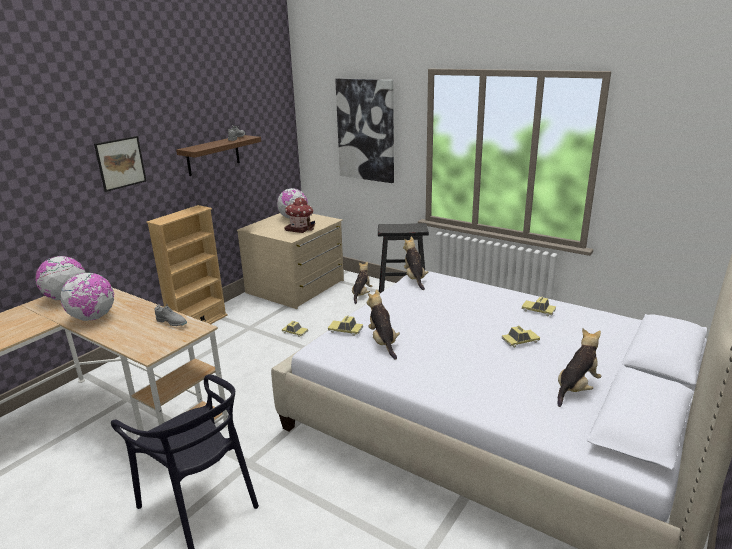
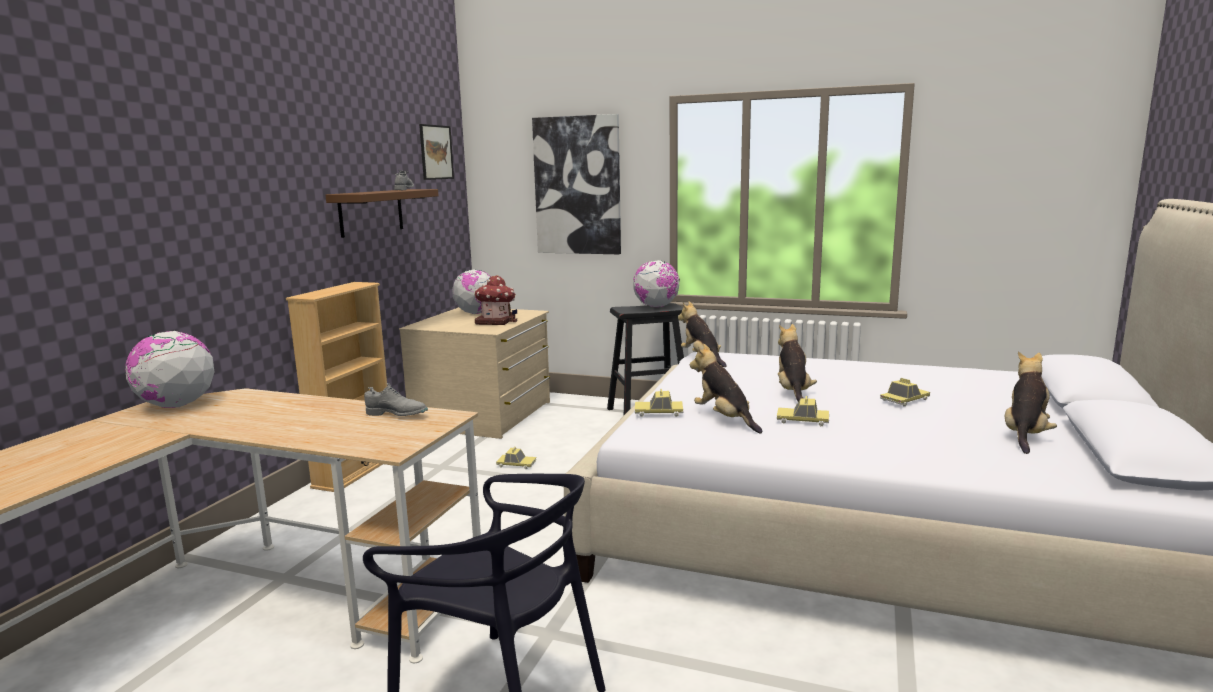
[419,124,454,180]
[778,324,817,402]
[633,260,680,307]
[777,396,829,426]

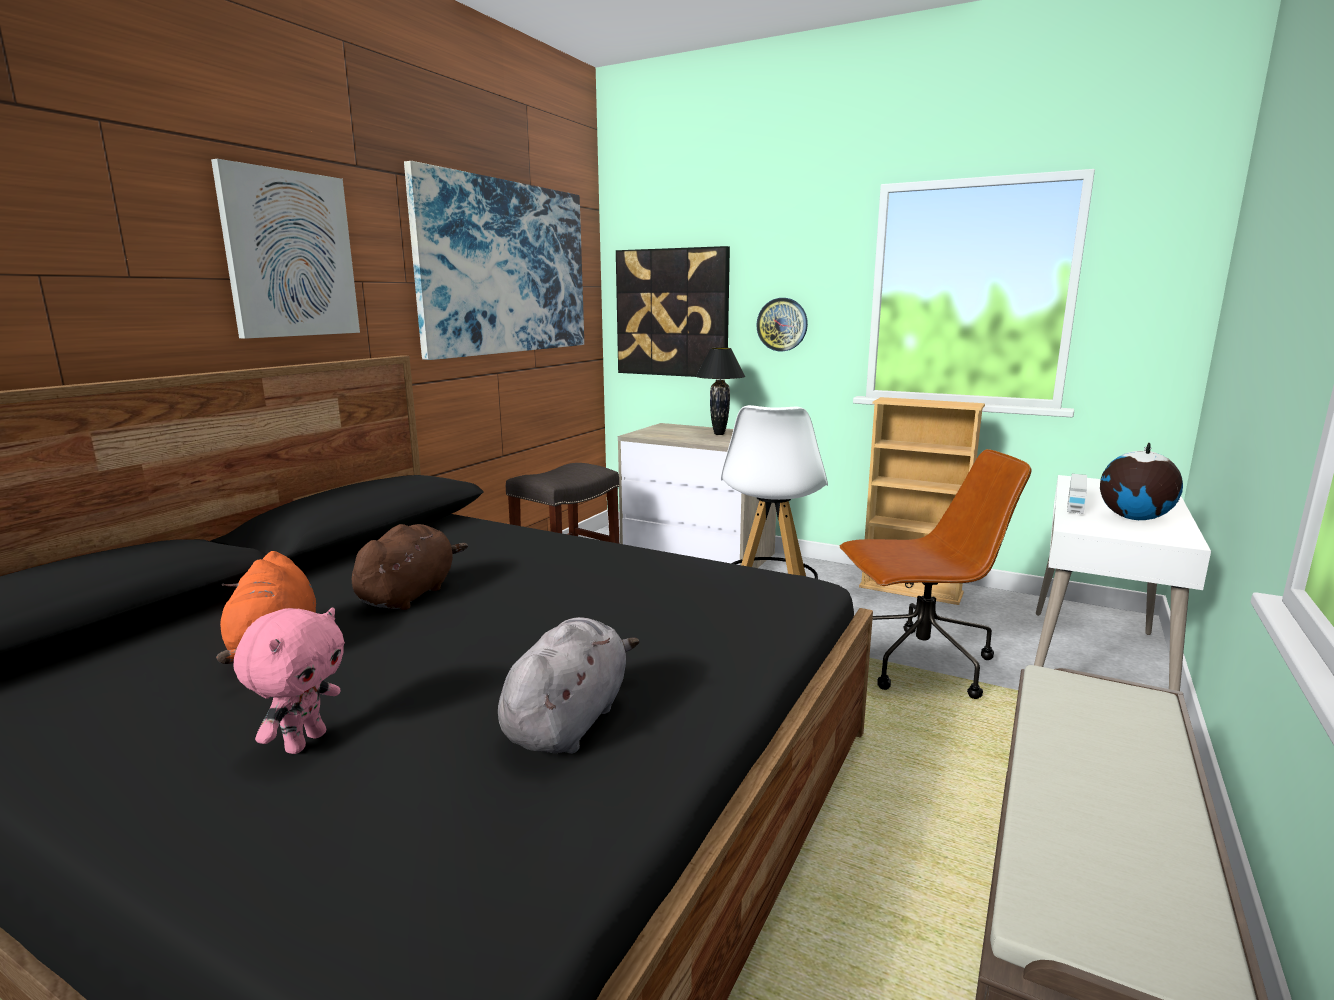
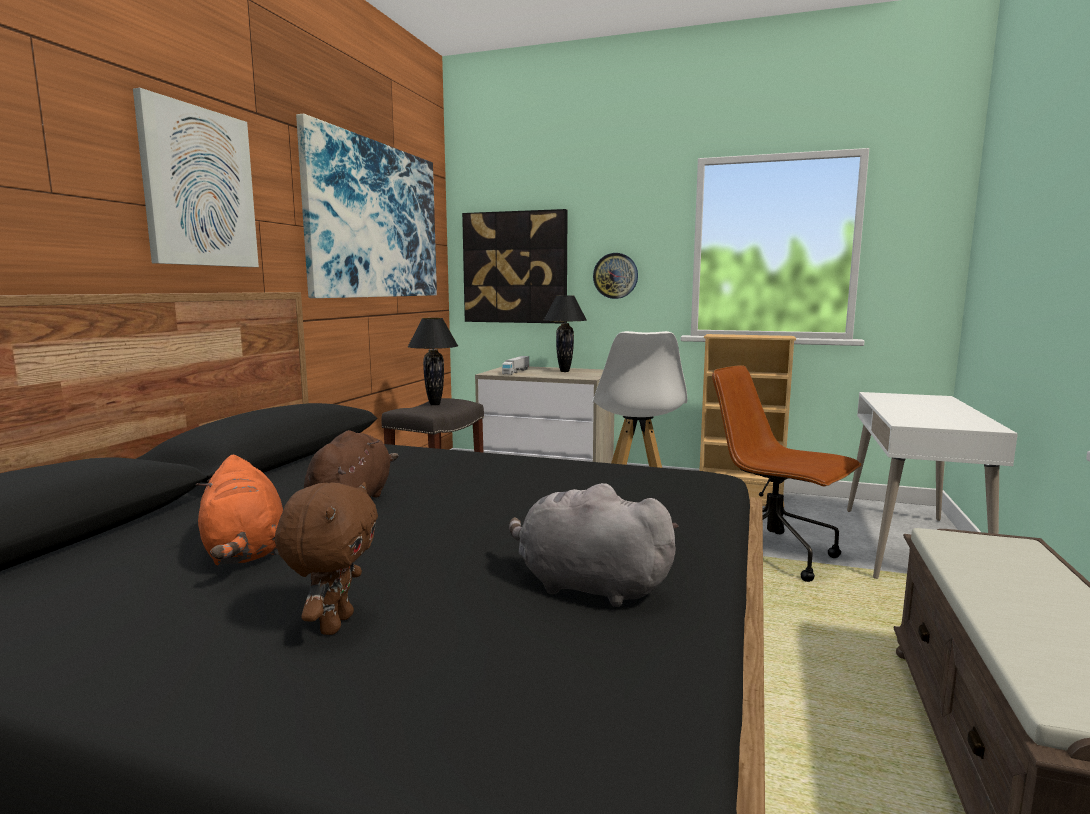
[1100,442,1183,520] (first image)
[712,365,862,582]
[502,356,529,375]
[275,482,378,635]
[509,483,679,607]
[408,318,458,405]

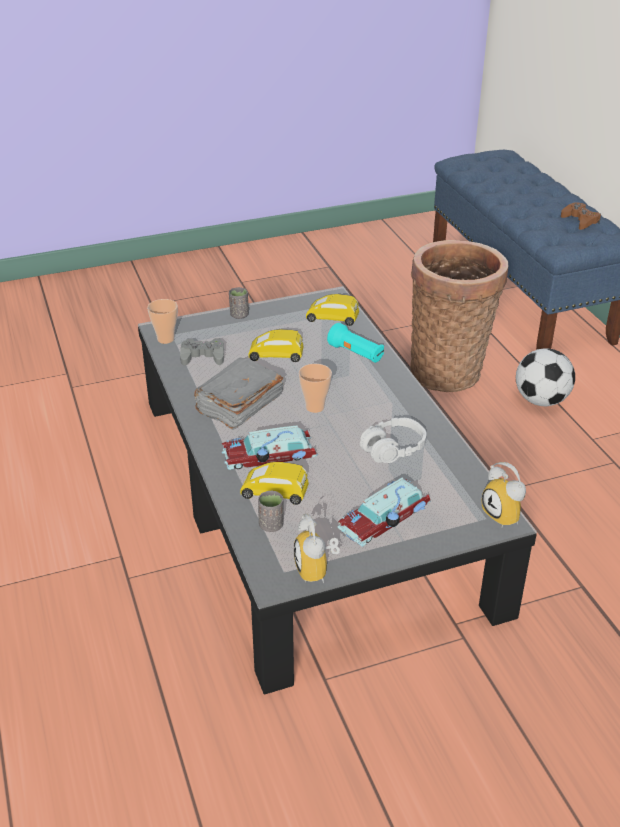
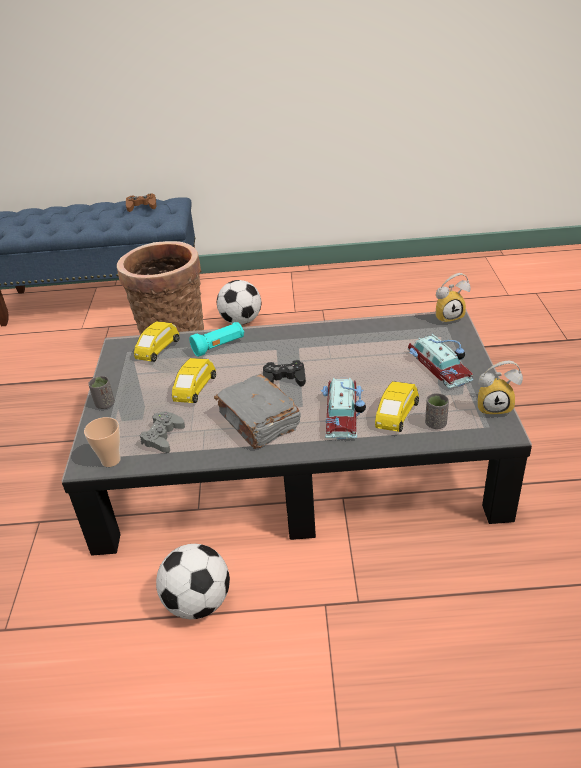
[263,360,306,387]
[360,418,427,463] (first image)
[156,544,230,619]

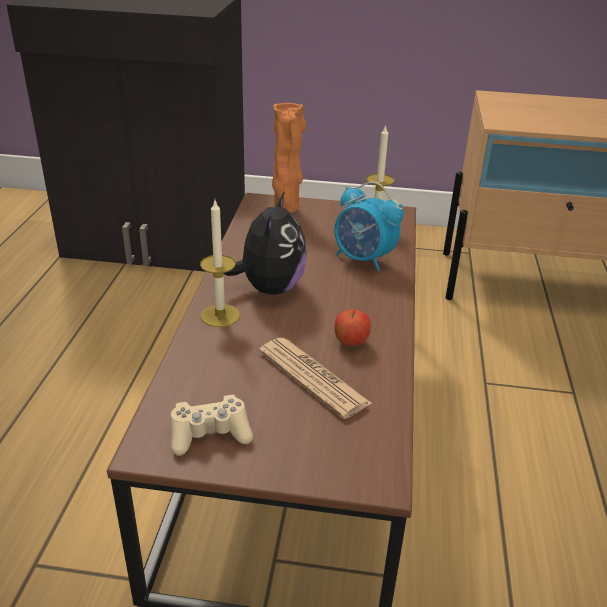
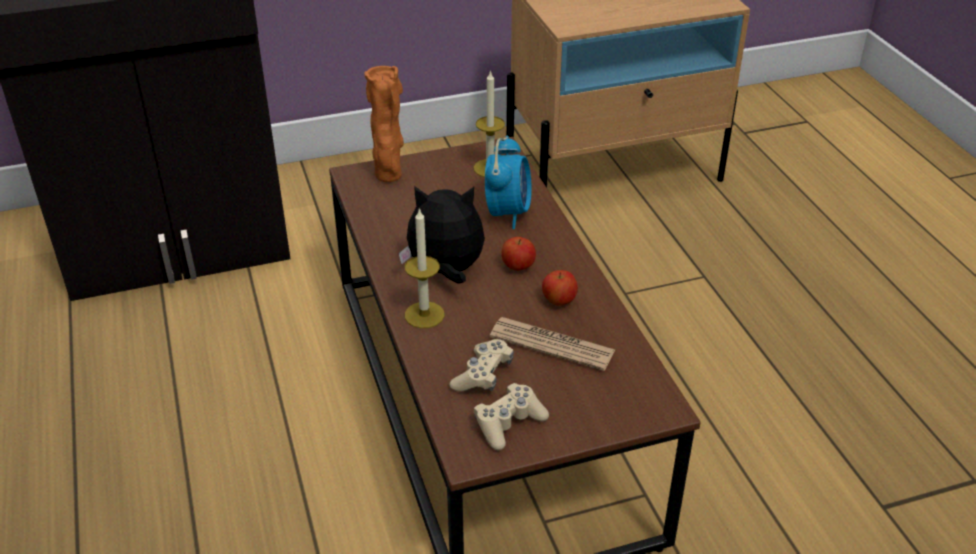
[485,136,532,229]
[398,186,485,284]
[501,237,536,271]
[450,339,514,391]

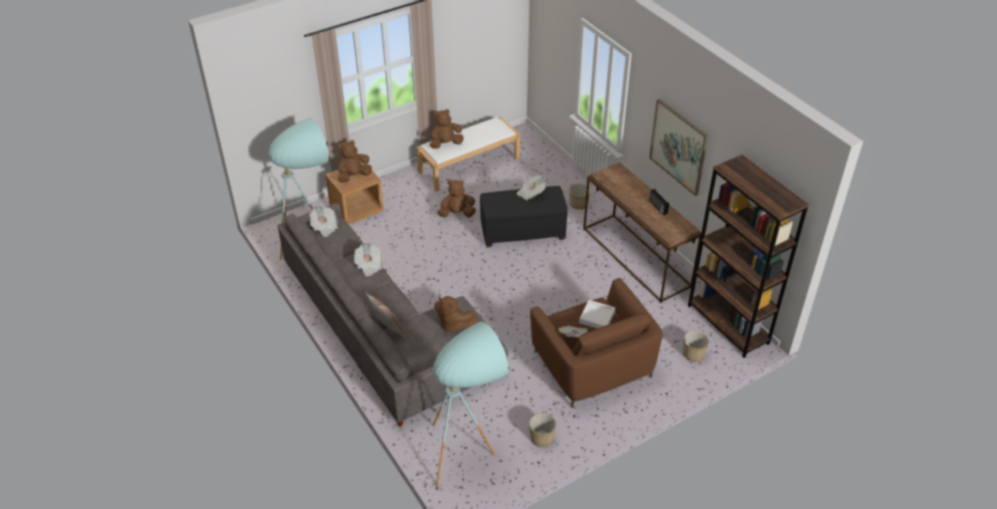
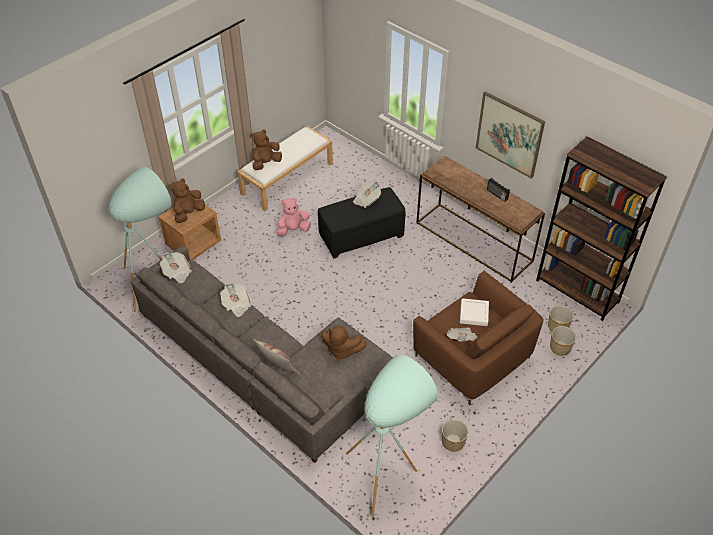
[276,198,311,236]
[550,326,576,355]

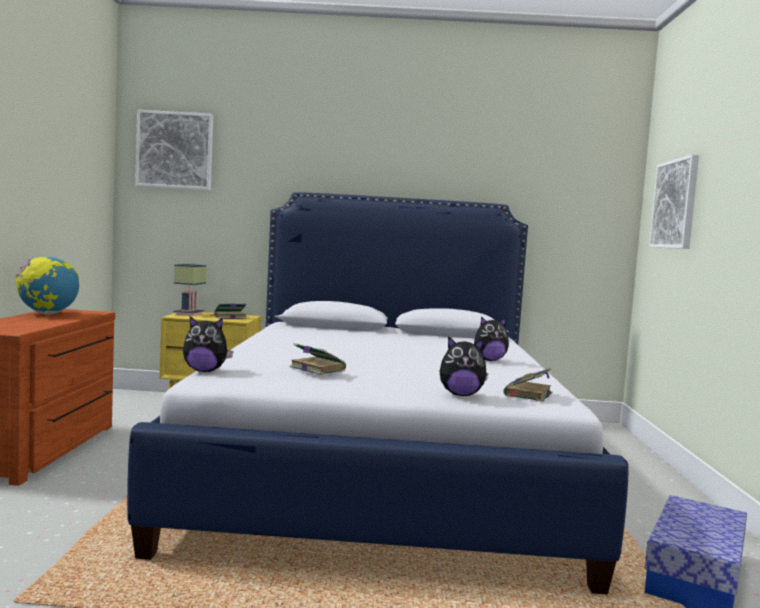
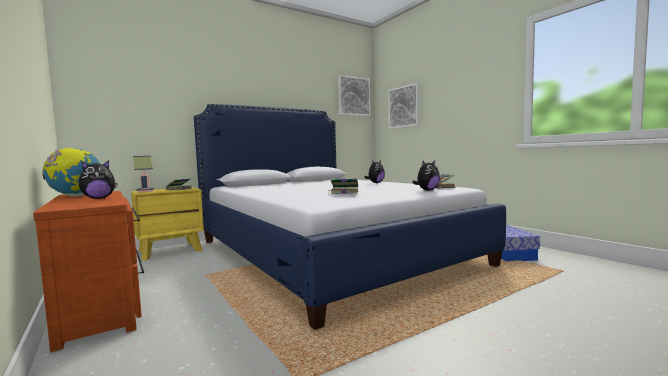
[338,75,371,116]
[79,160,118,199]

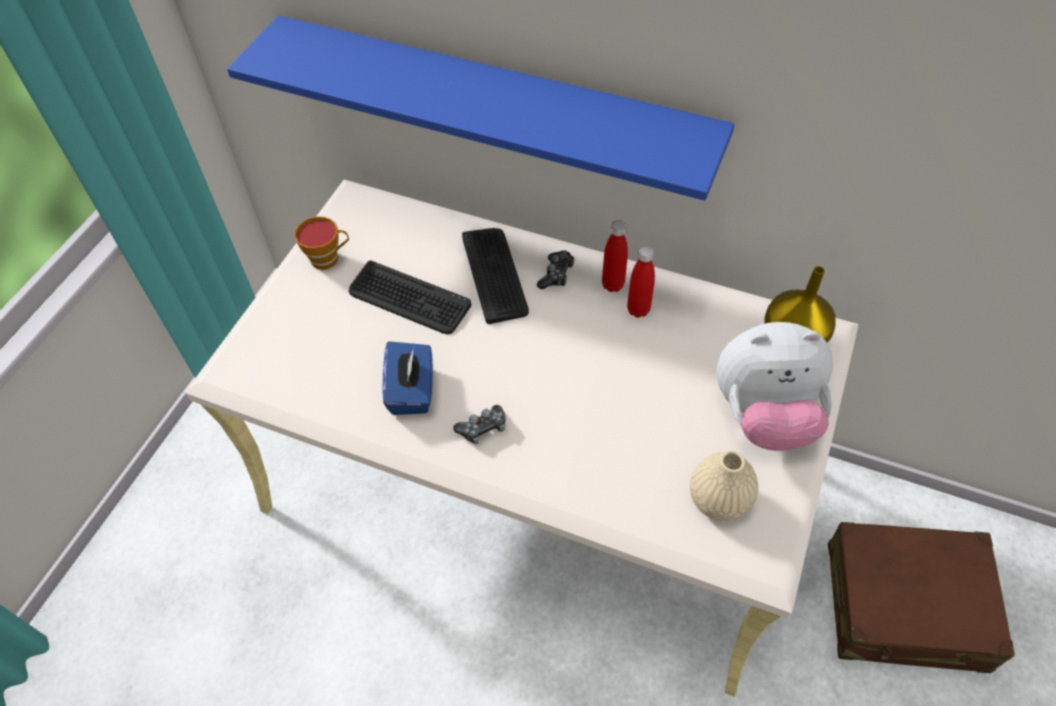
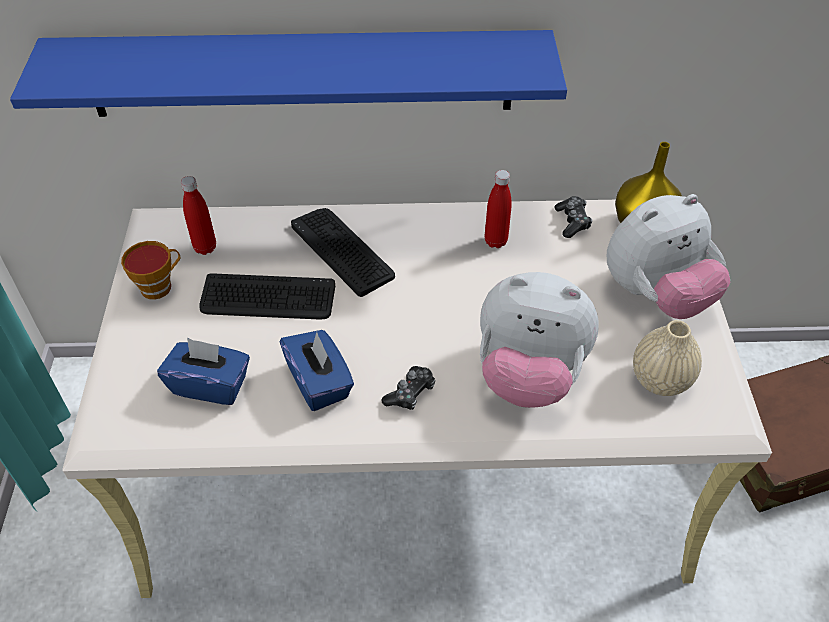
[181,176,216,255]
[555,196,592,238]
[480,272,599,408]
[157,338,250,405]

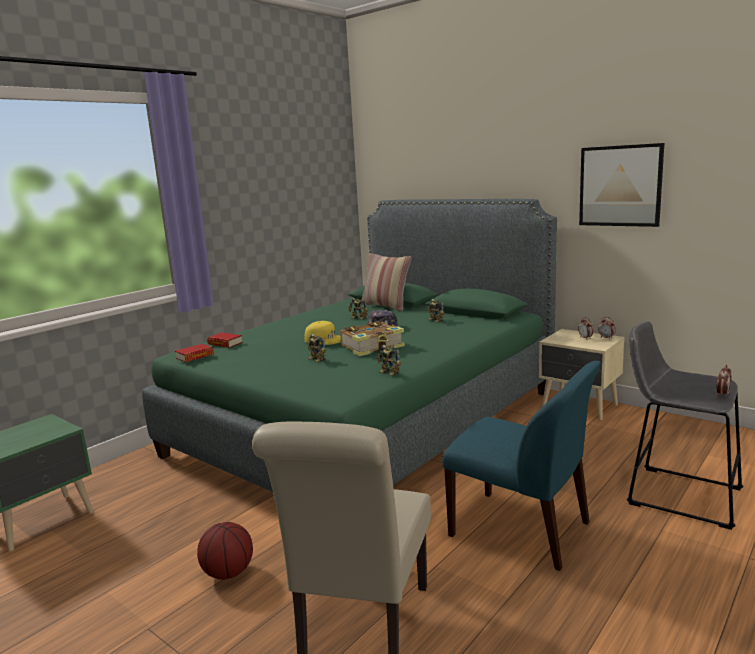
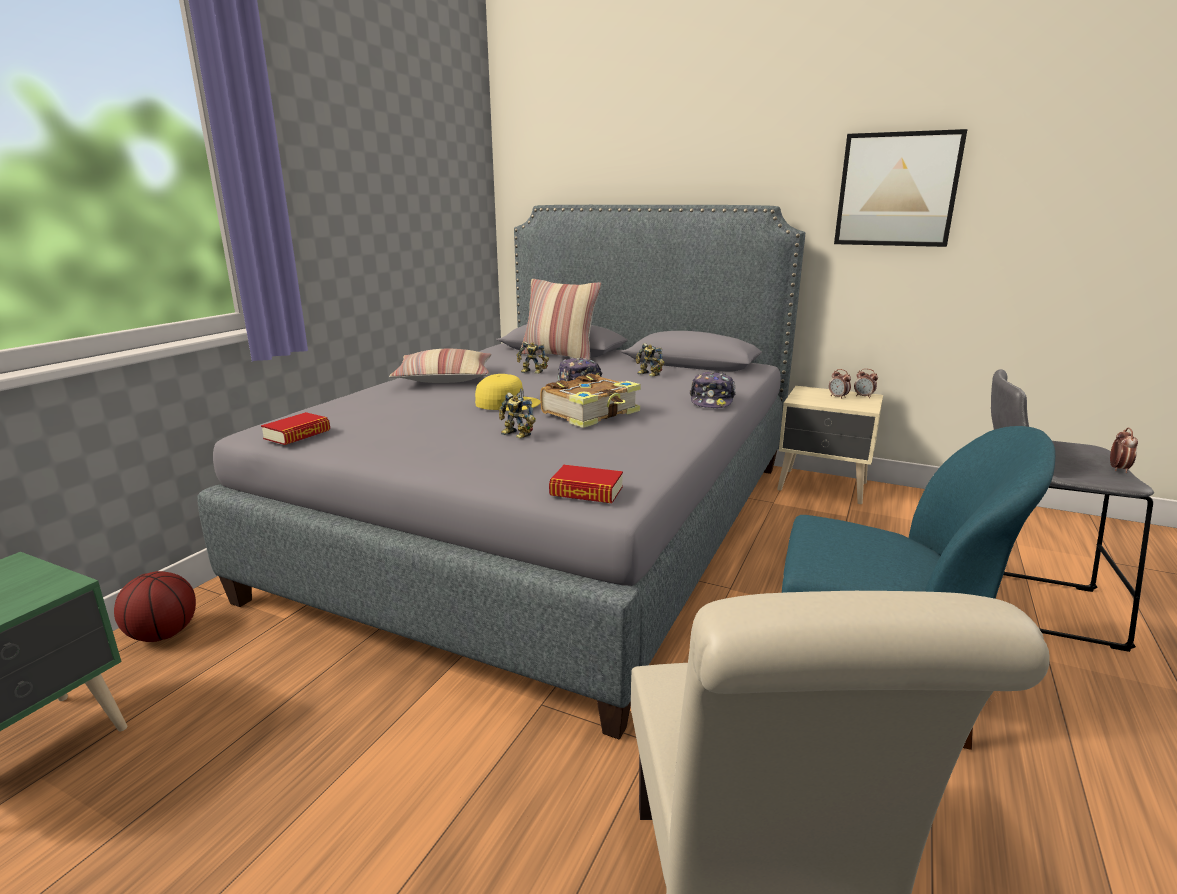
[197,205,805,740]
[549,465,623,503]
[377,345,401,376] (first image)
[114,571,196,642]
[389,349,491,383]
[690,371,736,408]

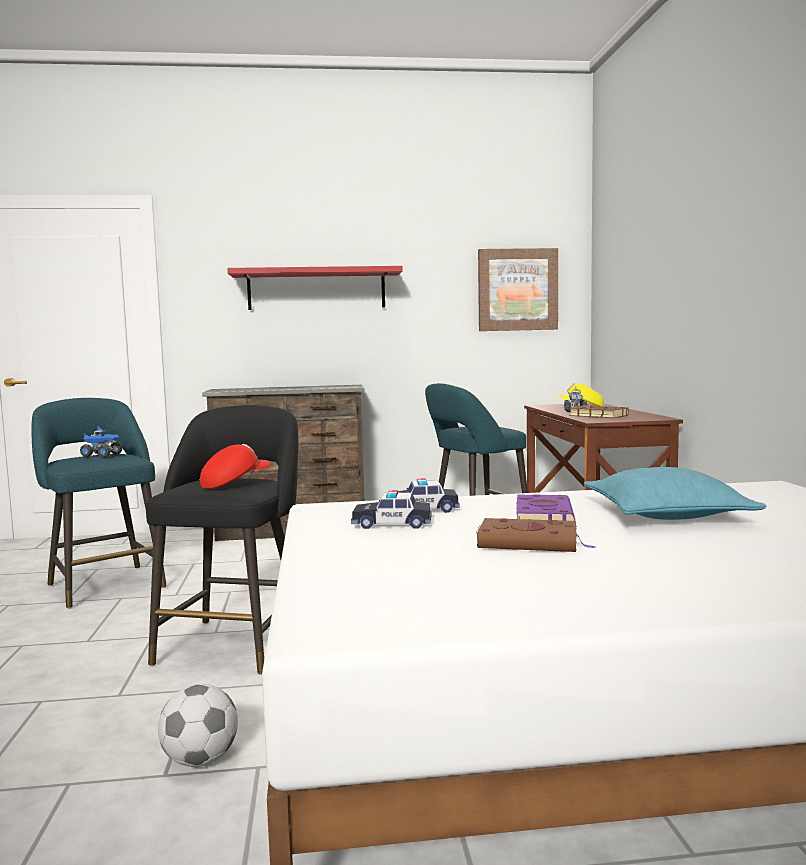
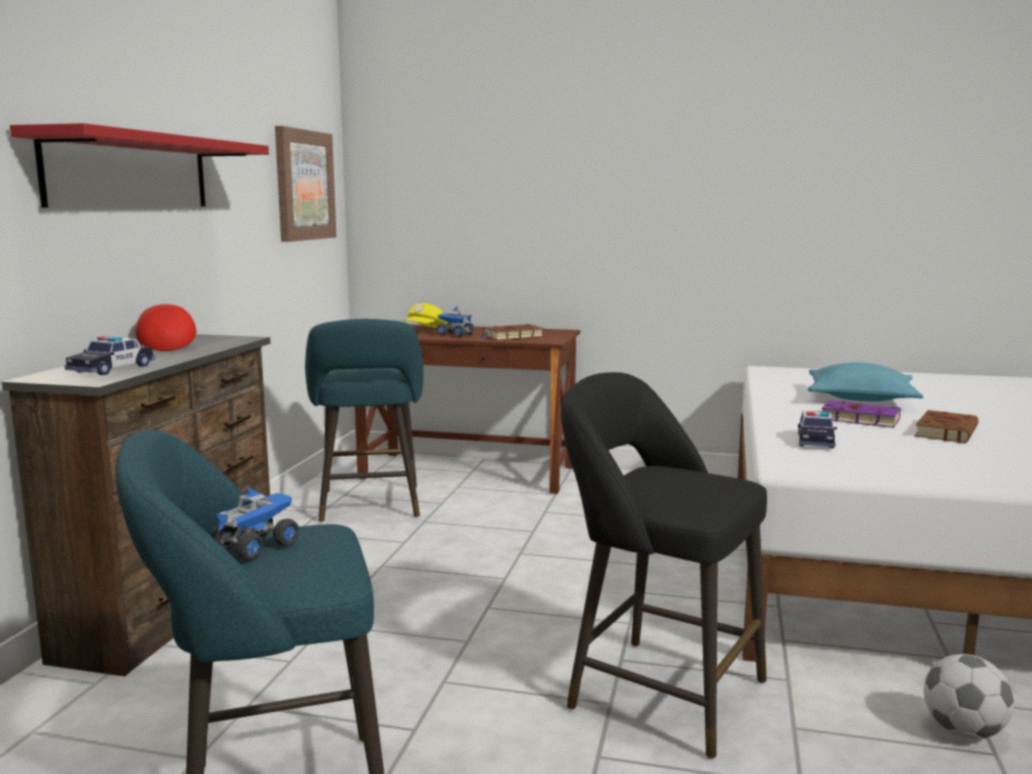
[135,303,196,351]
[65,336,155,375]

